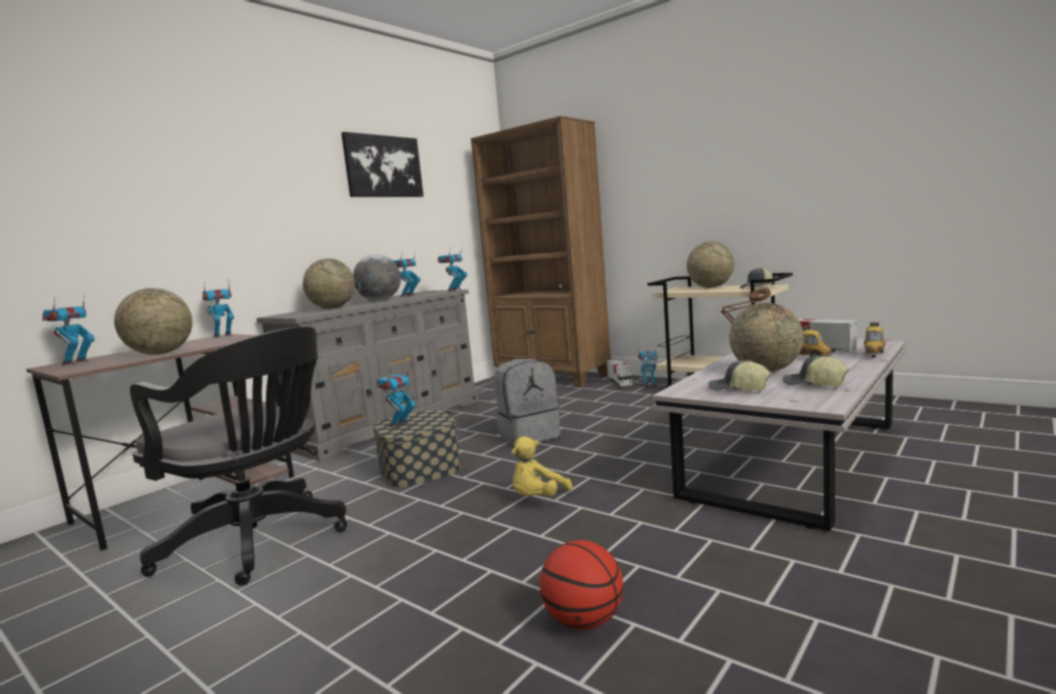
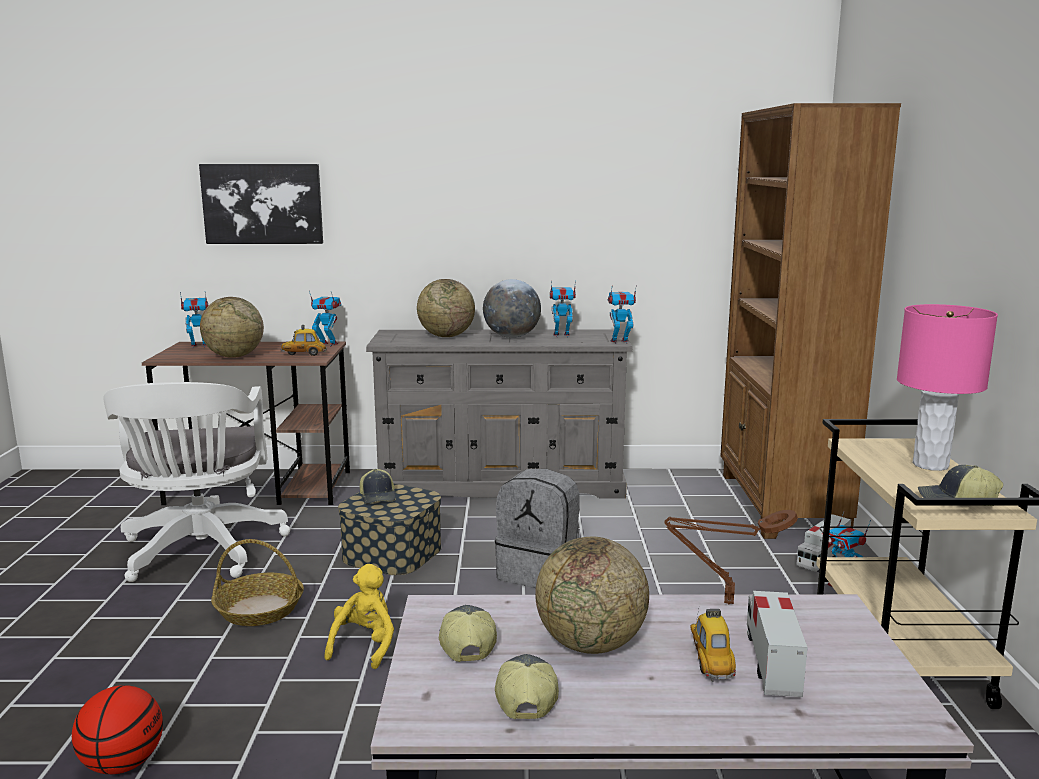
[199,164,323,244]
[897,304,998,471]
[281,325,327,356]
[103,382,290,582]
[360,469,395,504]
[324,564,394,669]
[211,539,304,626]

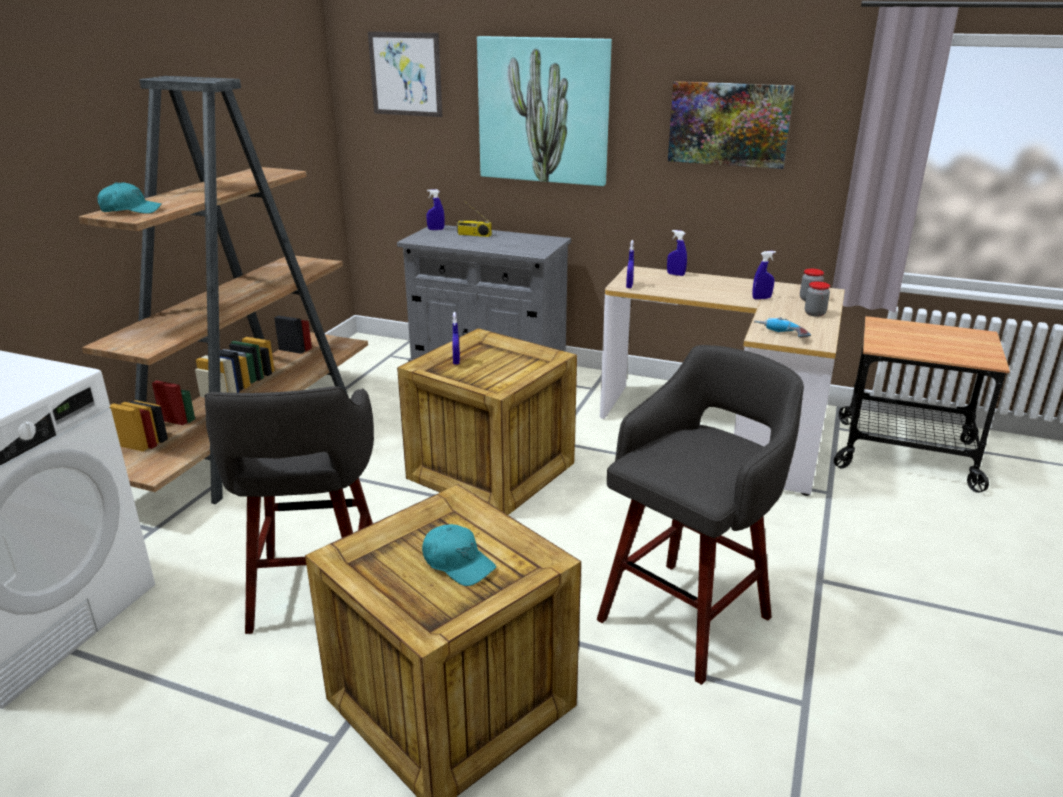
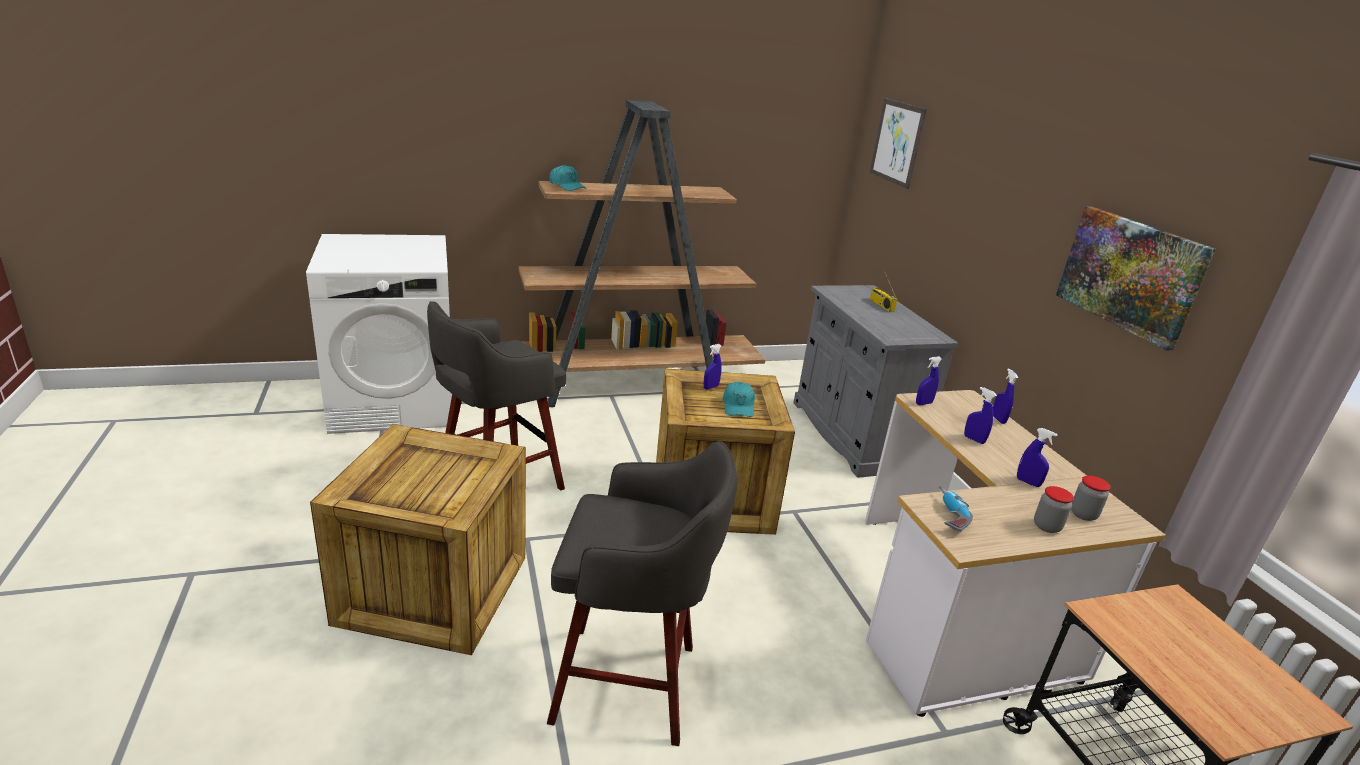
[477,36,612,186] (first image)
[964,387,997,444]
[723,382,755,417]

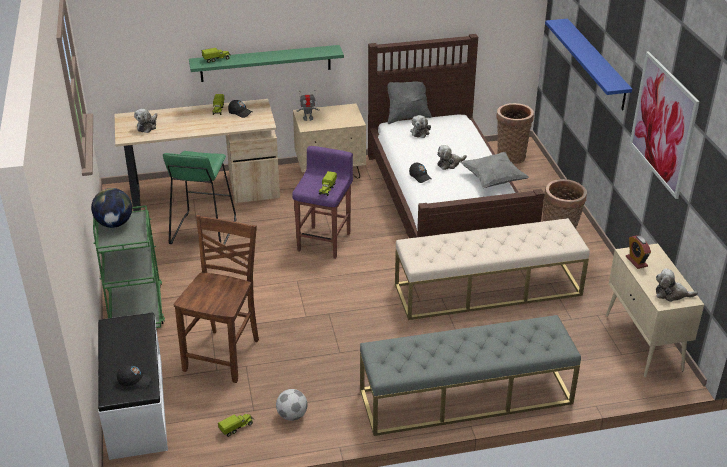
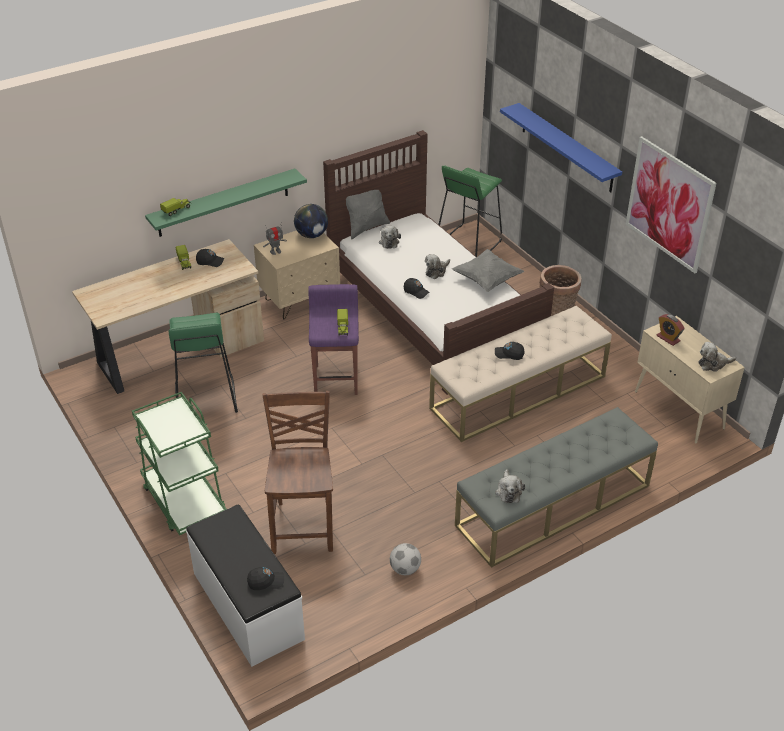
[438,166,502,257]
[495,469,525,503]
[294,204,328,238]
[218,414,254,437] (first image)
[495,342,524,360]

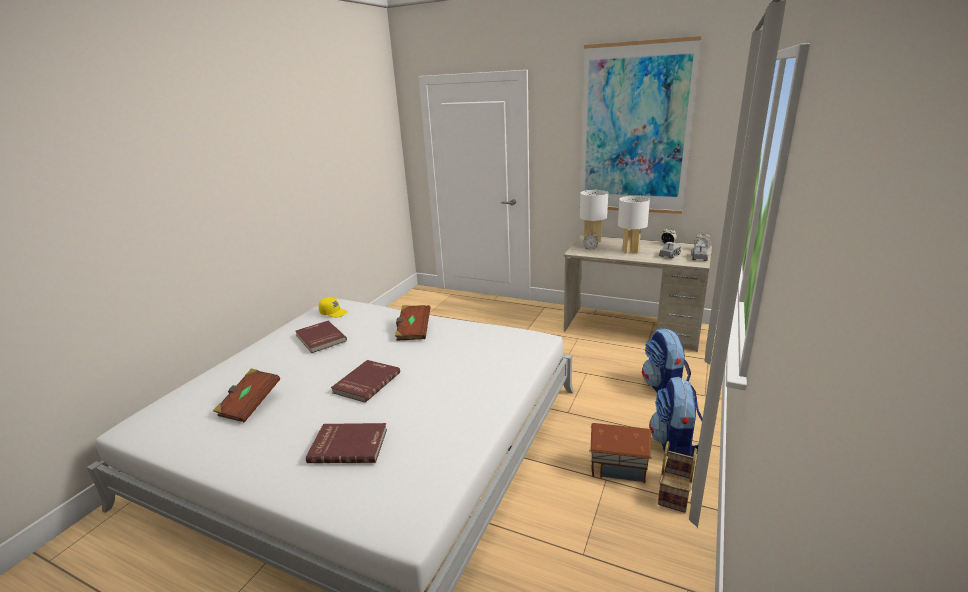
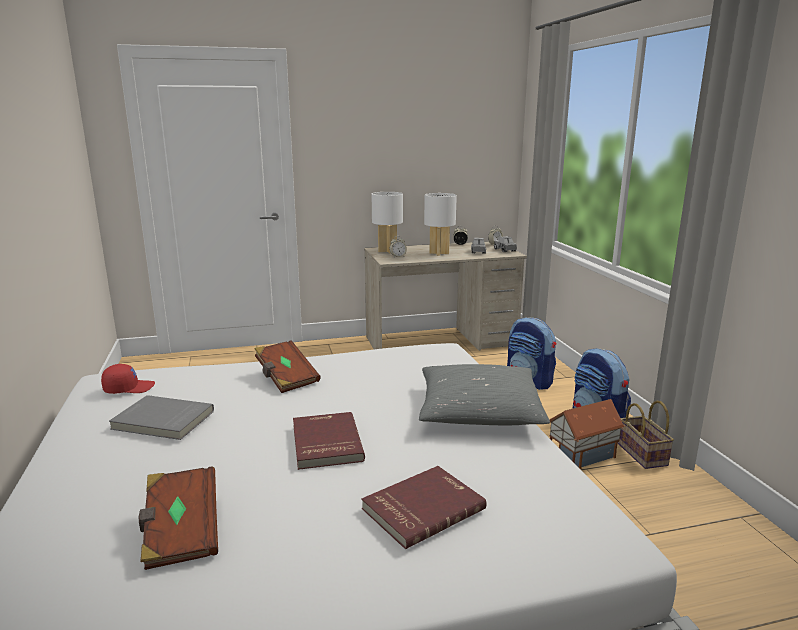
[579,36,702,214] (first image)
[101,364,155,394]
[109,395,214,440]
[419,364,550,425]

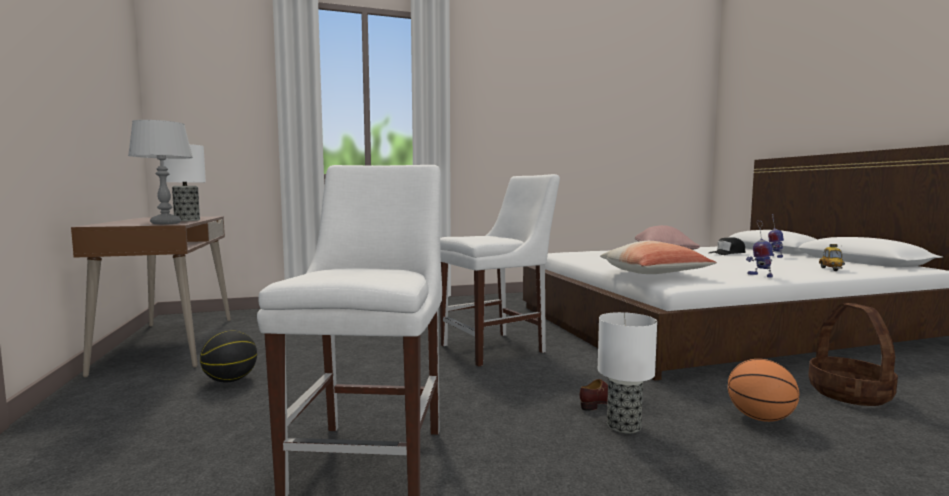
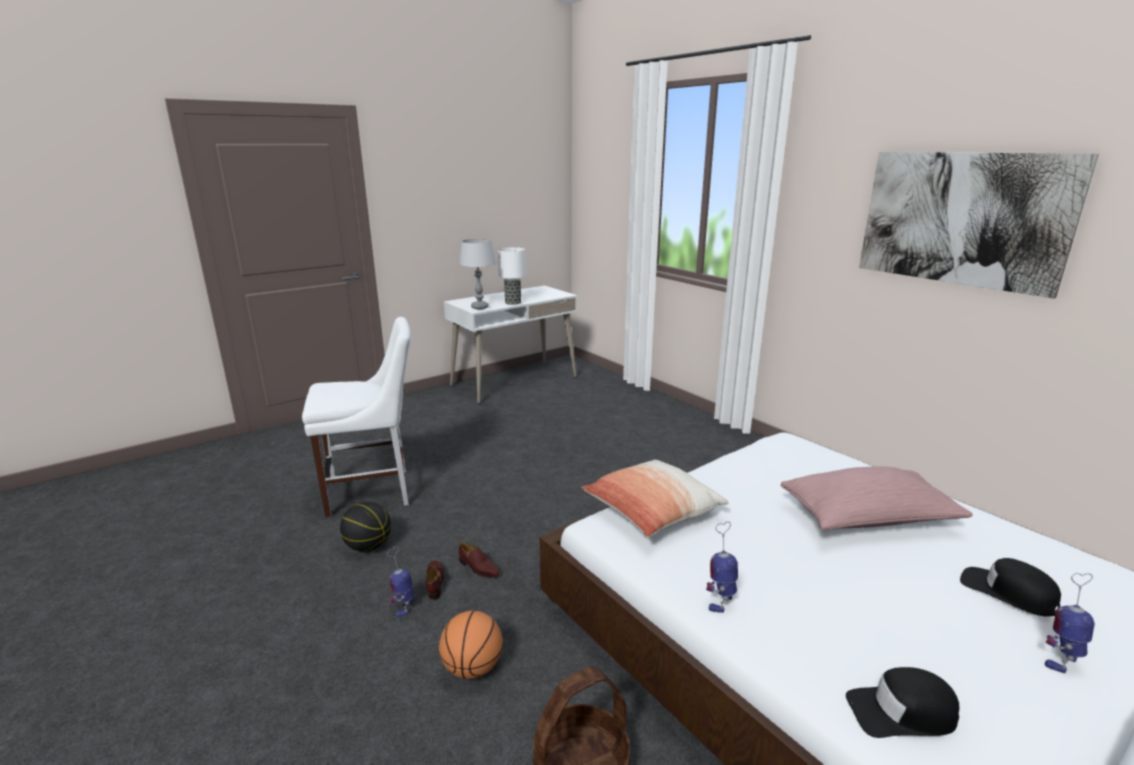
[440,174,560,367] (first image)
[444,286,577,403]
[846,667,959,738]
[426,560,444,600]
[340,502,391,552]
[859,152,1099,299]
[387,546,414,617]

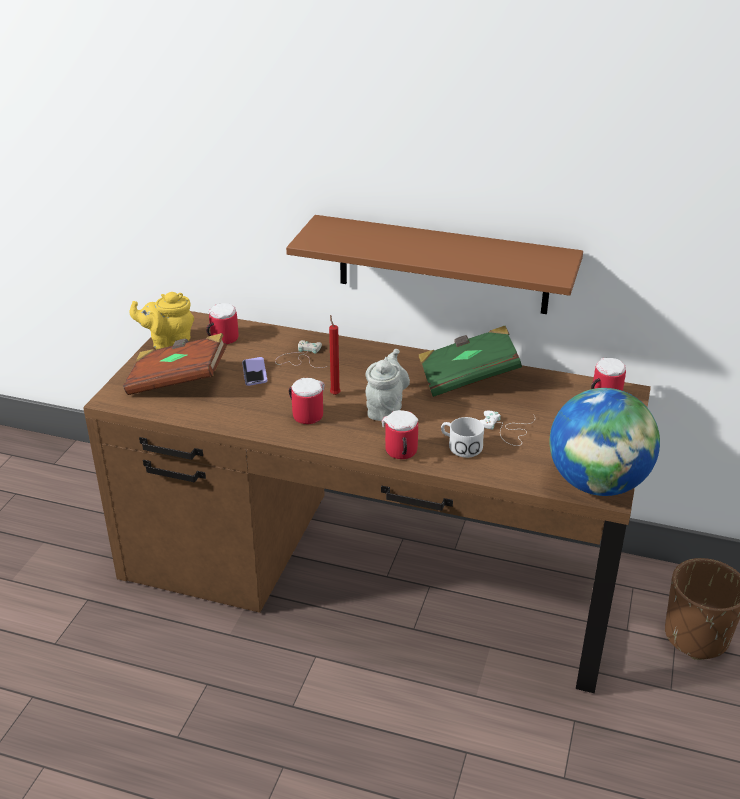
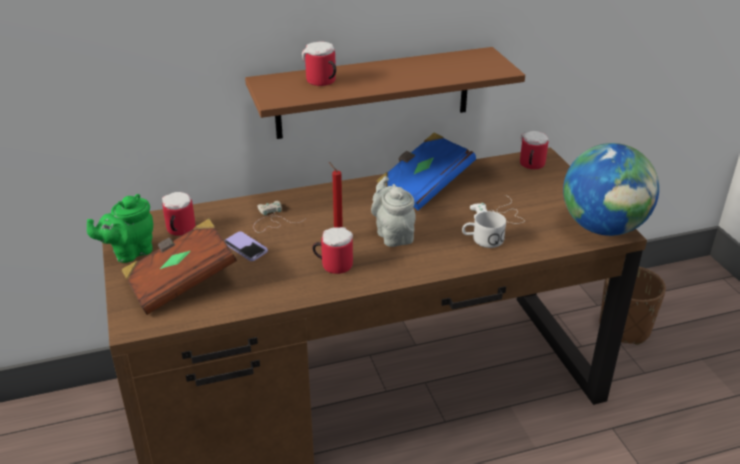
[87,194,153,263]
[376,132,476,210]
[302,41,336,86]

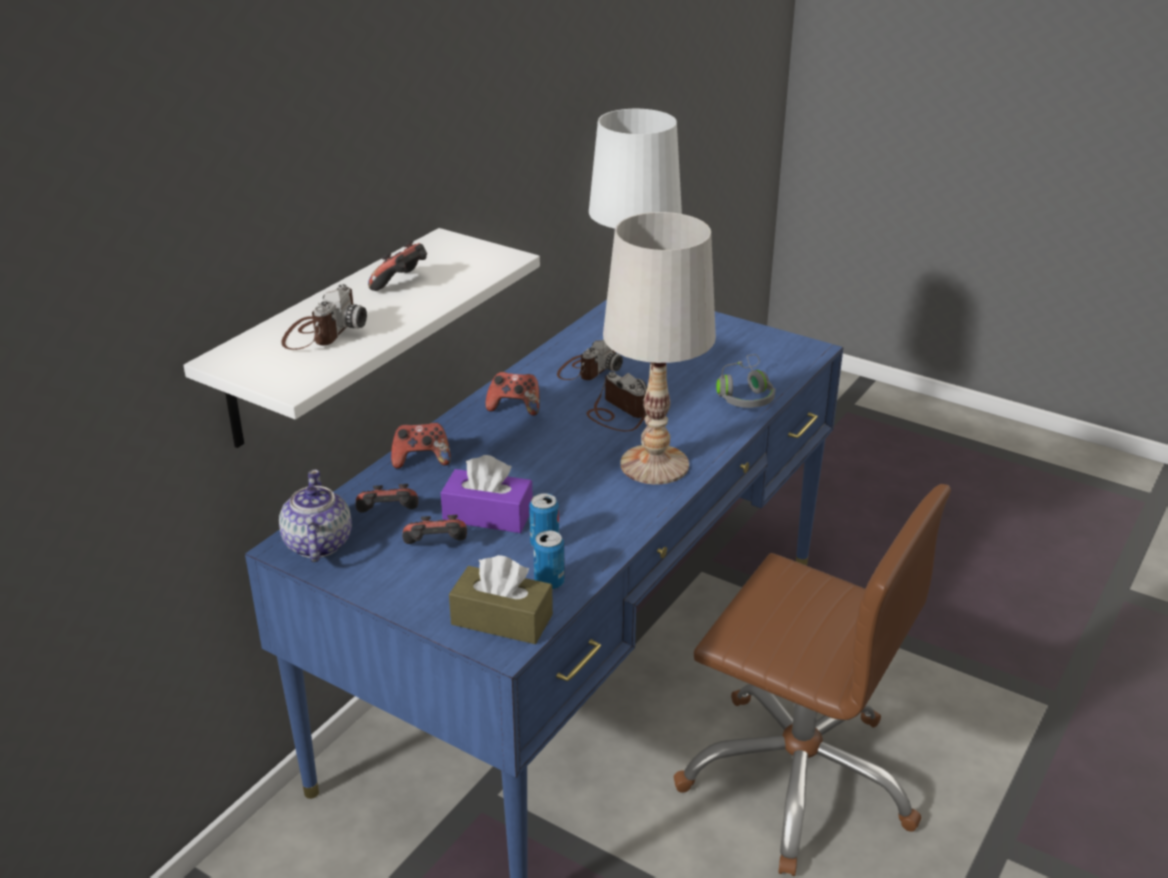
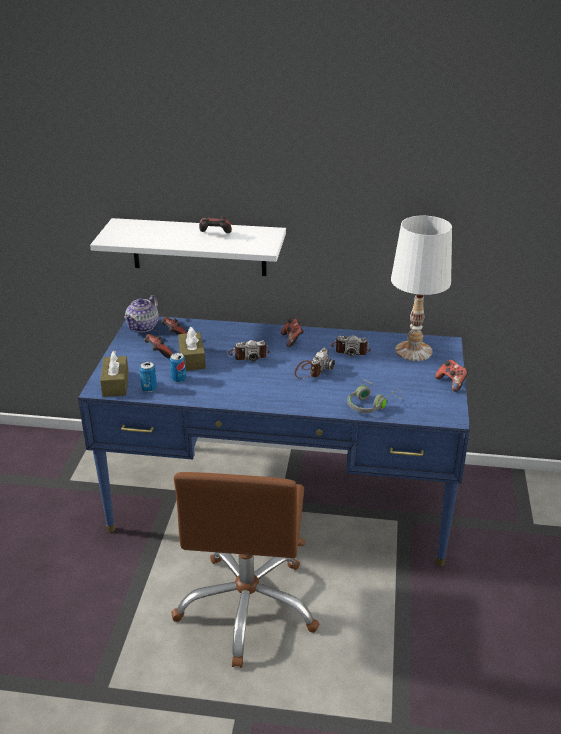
[603,212,716,484] (first image)
[228,340,270,362]
[435,360,468,392]
[178,327,206,371]
[124,295,159,332]

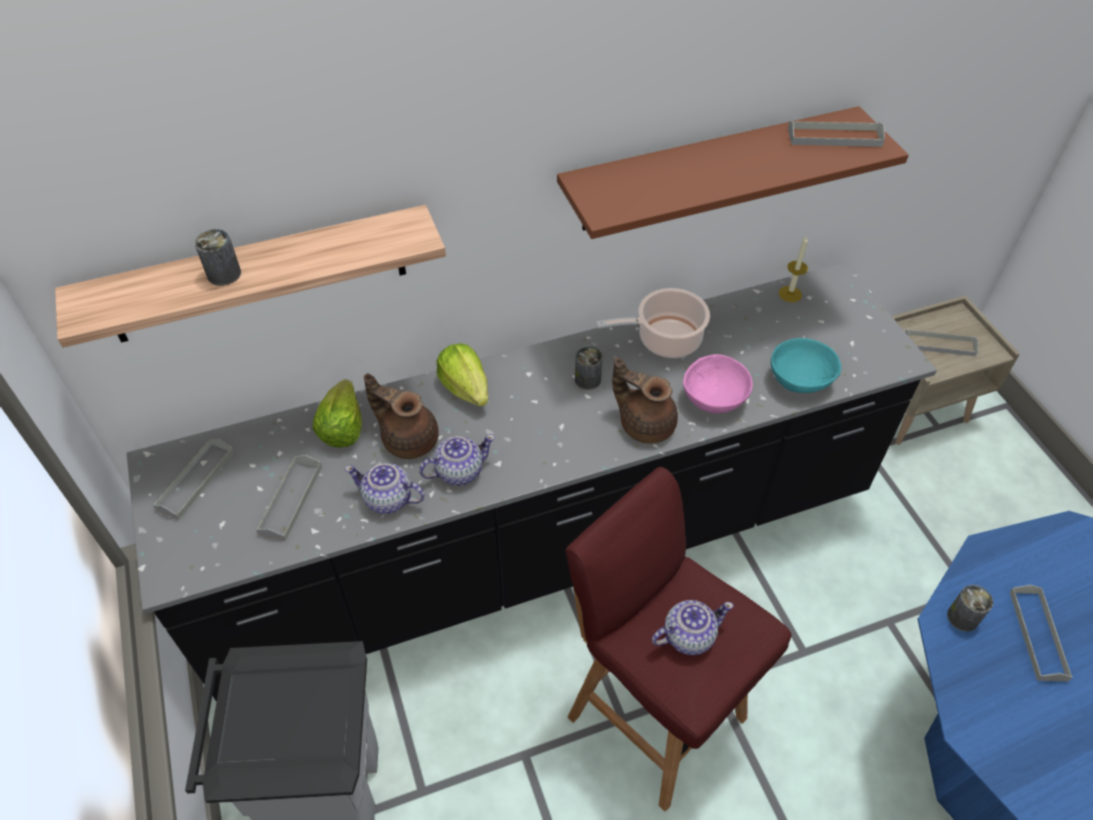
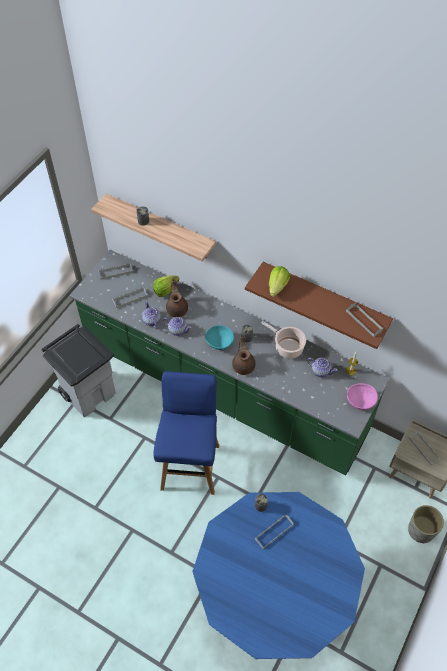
[70,250,390,476]
[205,325,234,350]
[269,266,290,297]
[347,383,378,410]
[153,371,219,495]
[307,358,338,377]
[408,505,444,543]

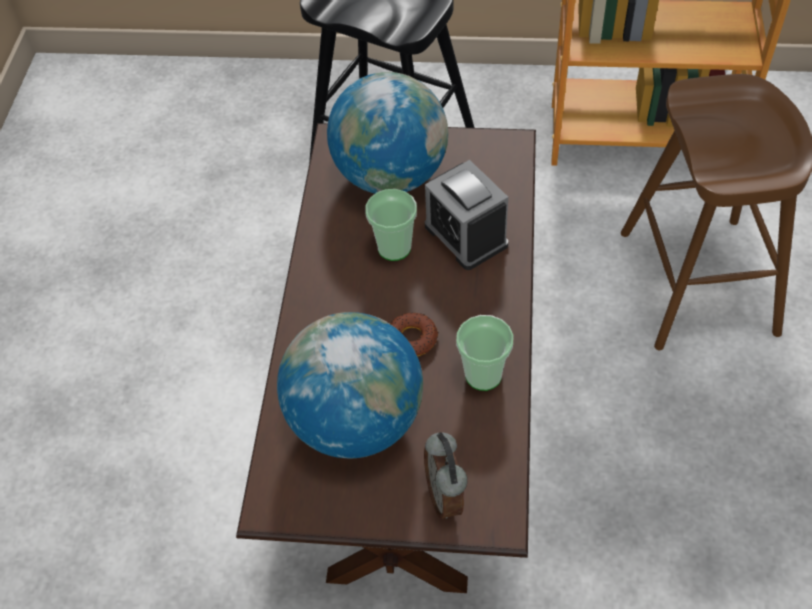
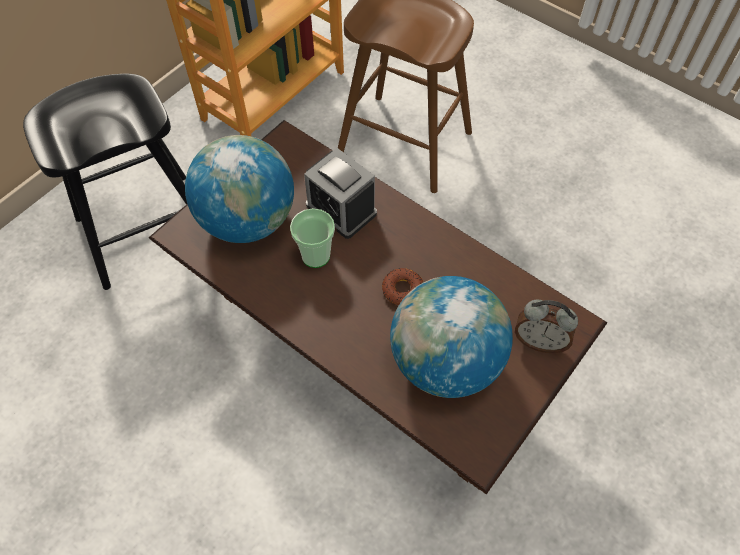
[304,148,377,239]
[456,315,514,391] (first image)

